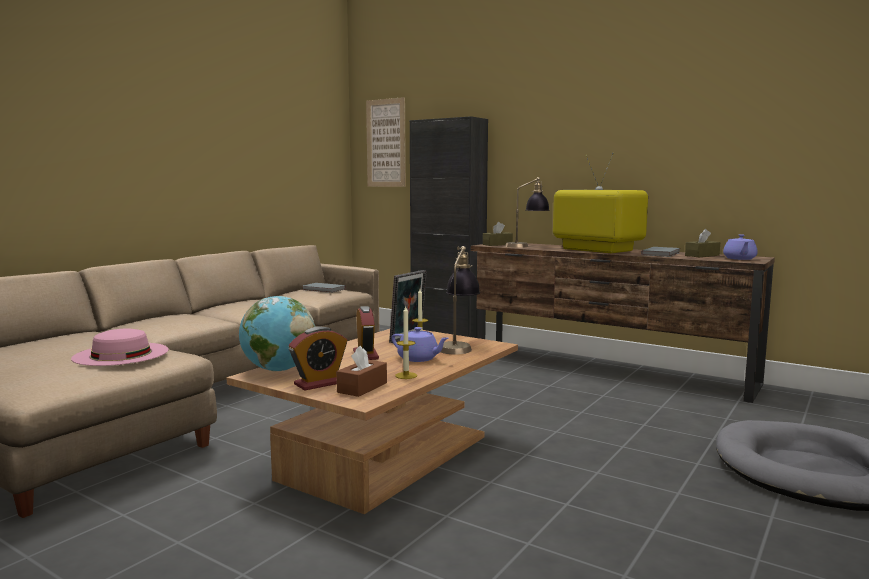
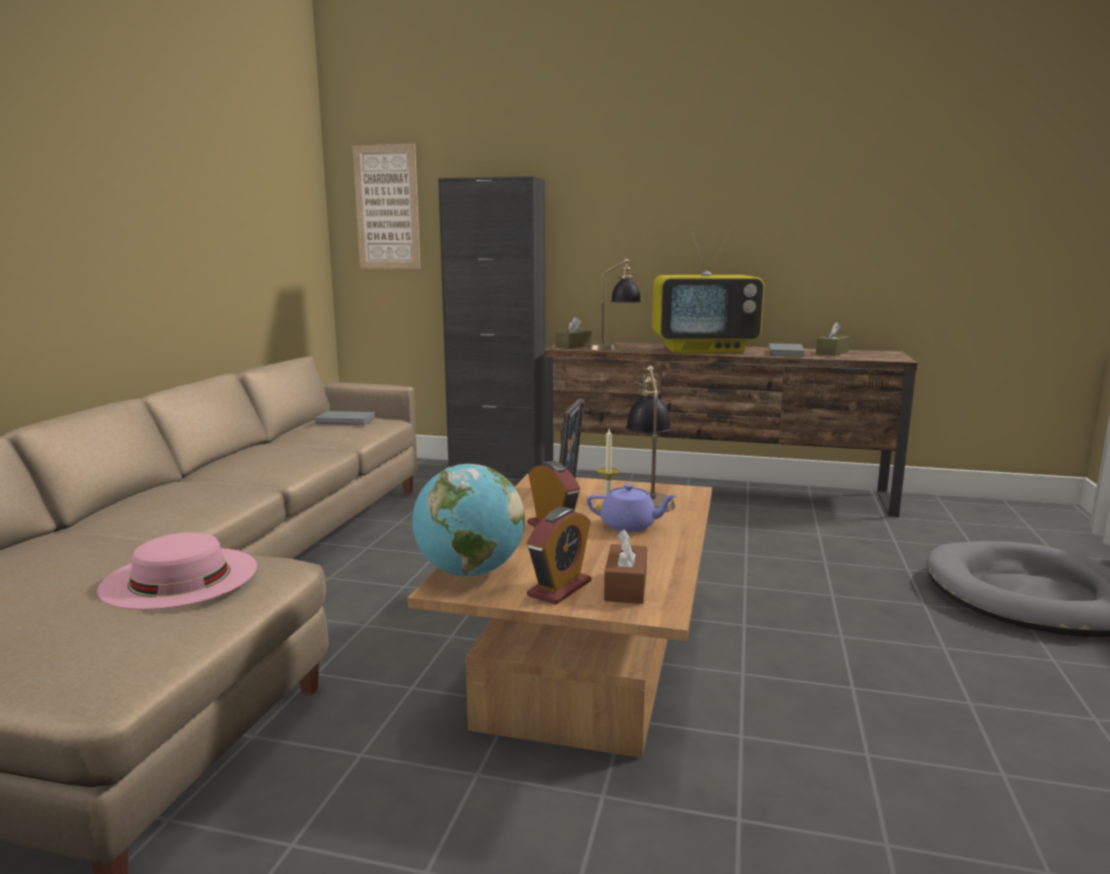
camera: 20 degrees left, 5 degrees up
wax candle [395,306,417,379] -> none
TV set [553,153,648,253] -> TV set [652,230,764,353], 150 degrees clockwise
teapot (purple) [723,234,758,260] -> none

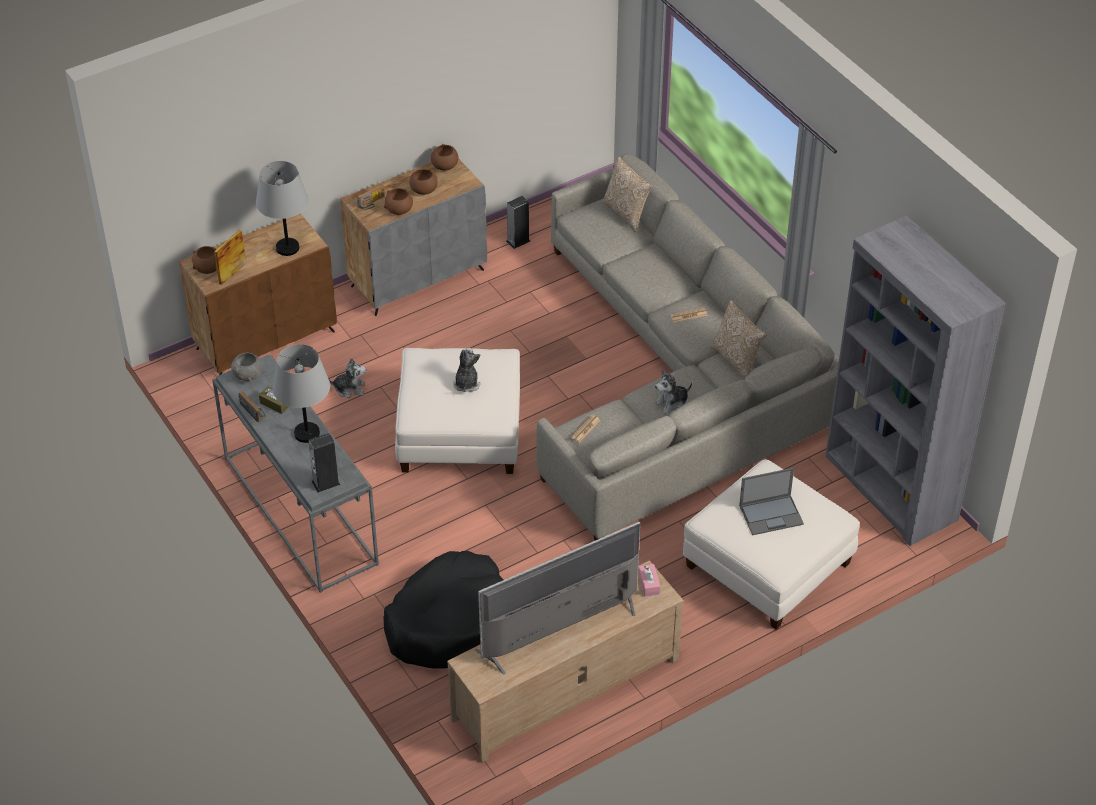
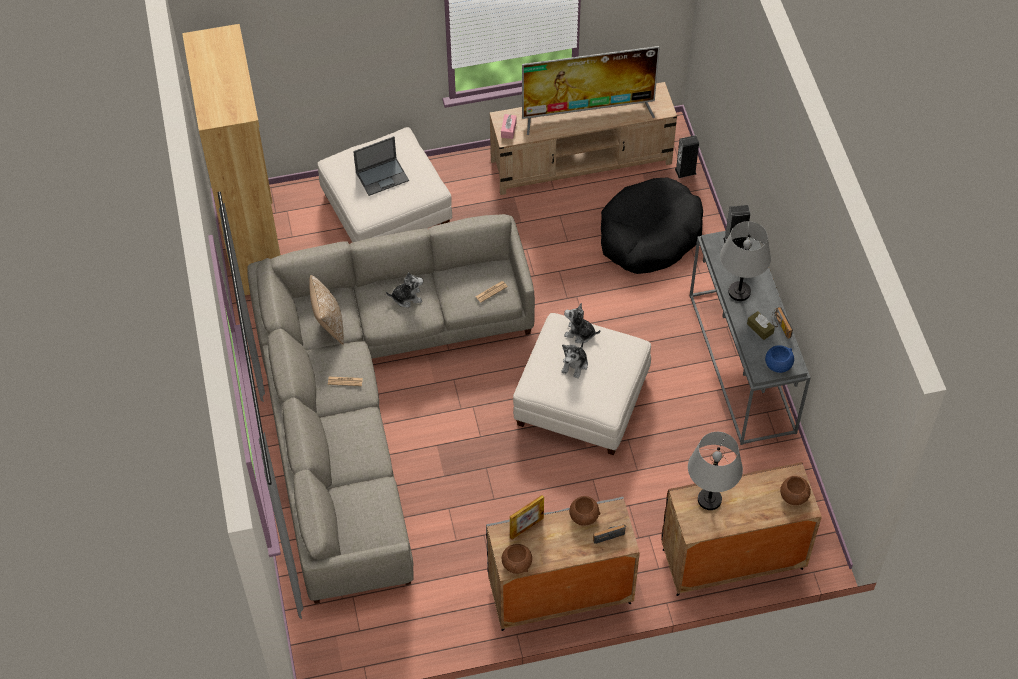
camera: 160 degrees left, 10 degrees up
standing frame [214,230,246,285] -> standing frame [510,495,544,540], moved
serving bowl (greyish) [231,353,262,382] -> serving bowl (blue-coloured) [765,345,794,373]
plush toy [329,358,366,398] -> plush toy [564,303,600,343], moved
serving bowl (brownish) [409,169,438,195] -> none
audio speaker [506,196,530,249] -> audio speaker [675,135,699,178], moved
cushion [602,157,652,232] -> none
portable computer [739,468,804,535] -> portable computer [353,136,409,196], 150 degrees clockwise
bookshelf (greyish) [826,216,1005,546] -> bookshelf (brownish) [182,24,280,295]

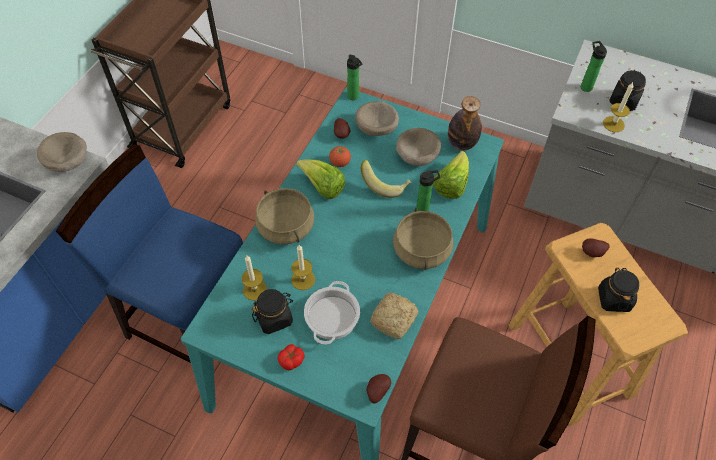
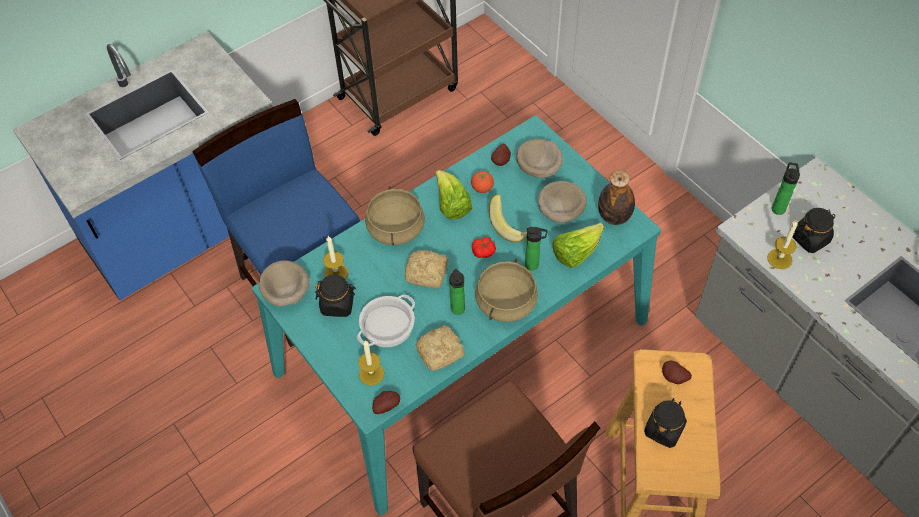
camera: 30 degrees right, 0 degrees up
serving bowl (beige-coloured) [37,132,87,172] -> serving bowl (beige-coloured) [259,260,310,306], moved
fresh tomato [277,344,305,370] -> fresh tomato [472,237,496,258], moved
wax candle [291,245,315,290] -> wax candle [358,340,384,385], moved
bottle [347,55,363,100] -> bottle [449,269,465,315], moved
none -> bread [405,250,448,289]

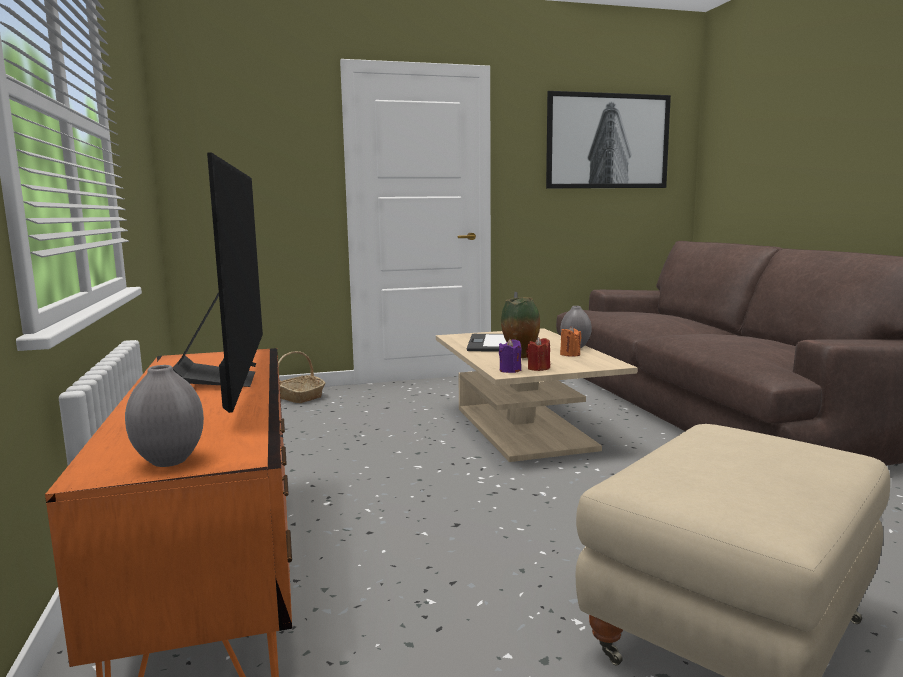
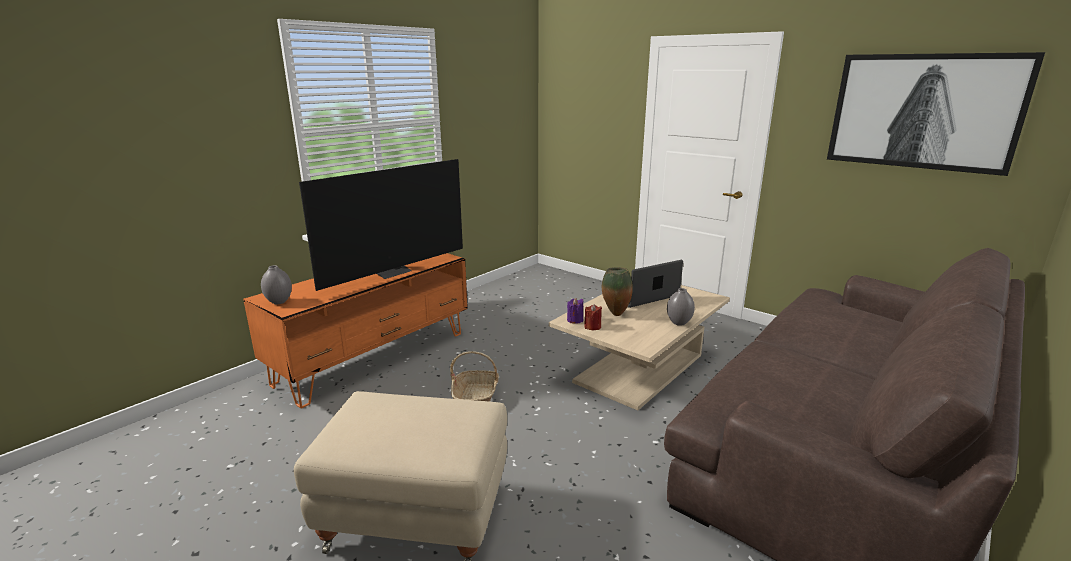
camera: 55 degrees right, 10 degrees up
storage basket [278,351,326,403] -> storage basket [450,352,499,402], moved
wax candle (orange-coloured) [560,326,582,357] -> none

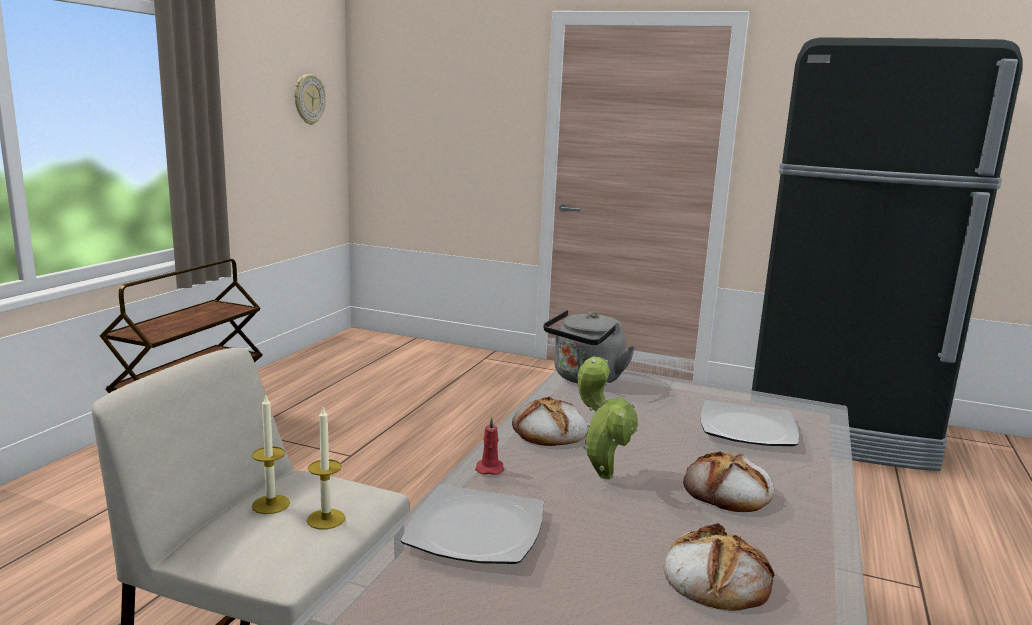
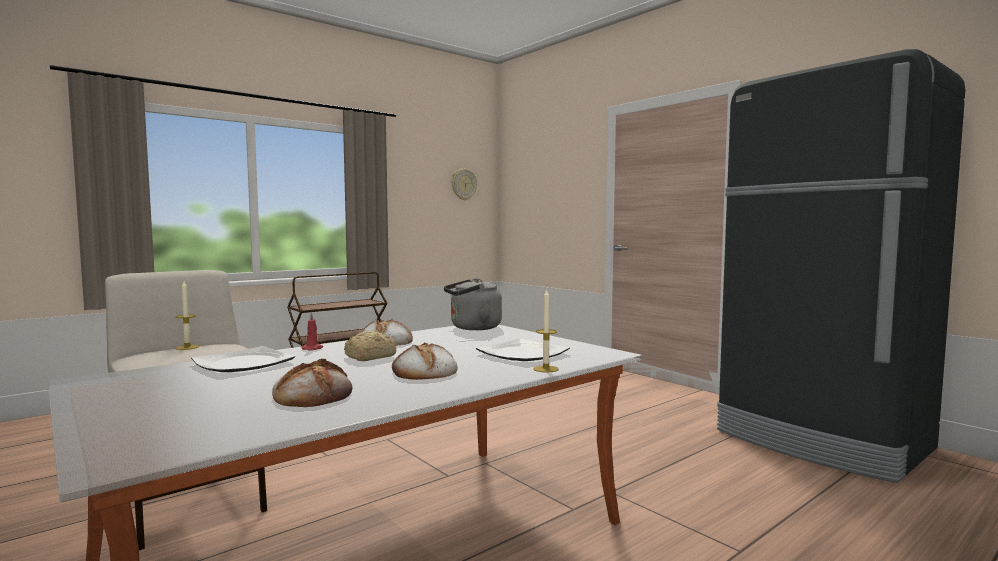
camera: 30 degrees right, 10 degrees down
wax candle [307,407,346,529] -> wax candle [534,290,558,373], moved
plant in a pot [577,357,639,480] -> bread [344,331,397,361]

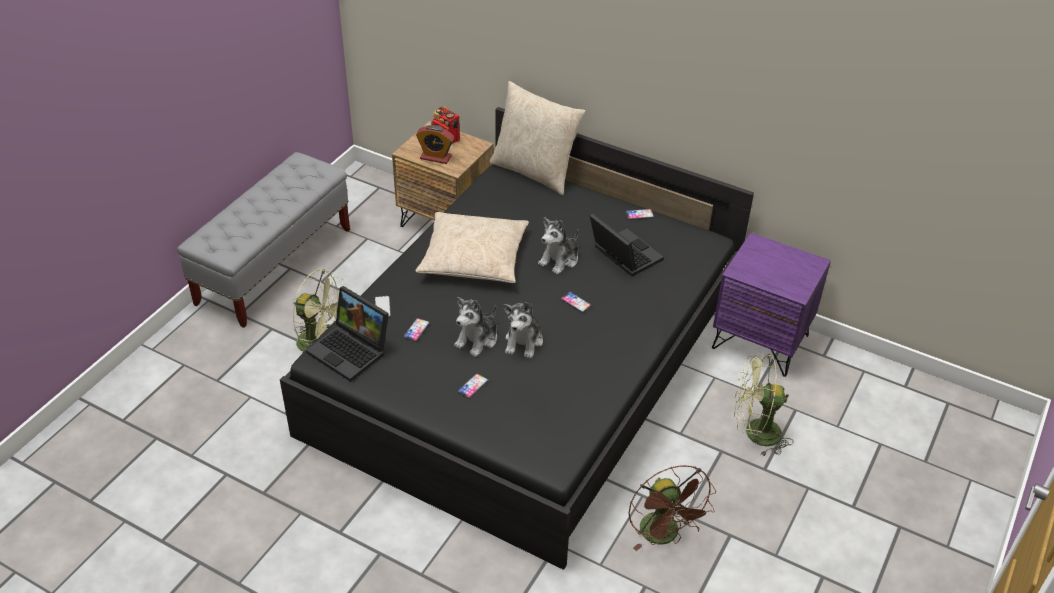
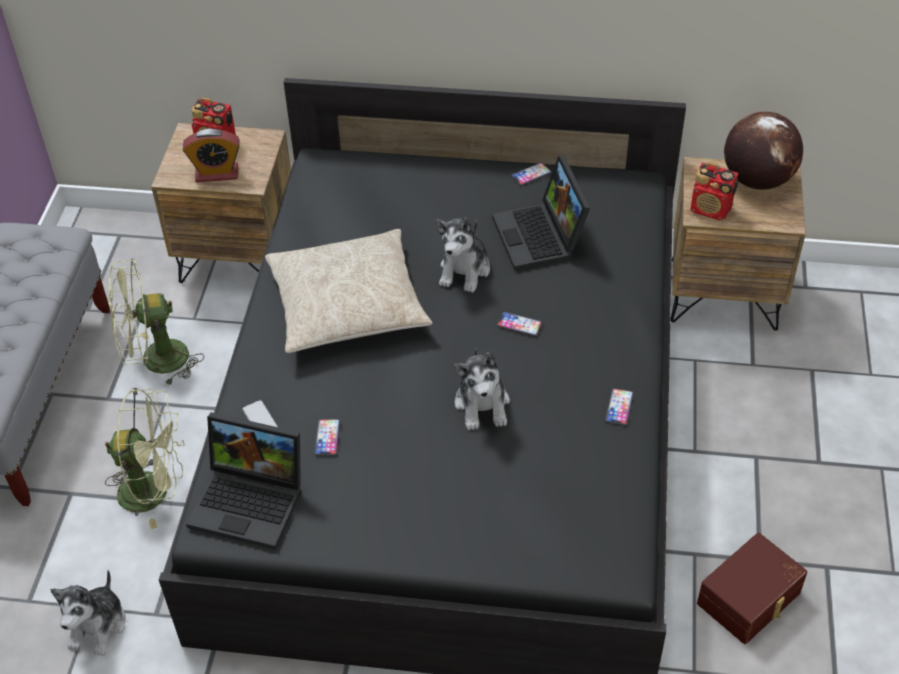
camera: 20 degrees left, 5 degrees up
plush toy [454,297,497,357] -> plush toy [50,570,126,656], moved
telephone [458,373,488,399] -> telephone [605,388,634,426], moved
cushion (beige-coloured) [489,81,585,195] -> none
portable computer [590,213,664,276] -> portable computer [492,156,590,271], 135 degrees counterclockwise
electric fan (brownish) [628,465,716,551] -> storage container (brownish) [697,533,807,644]
bedside table (purple) [712,232,831,377] -> bedside table (brownish) [671,157,806,331]
electric fan (green) [734,353,793,457] -> electric fan (green) [109,259,204,386], moved
none -> radio [690,162,738,221]
none -> desk globe [724,111,803,190]

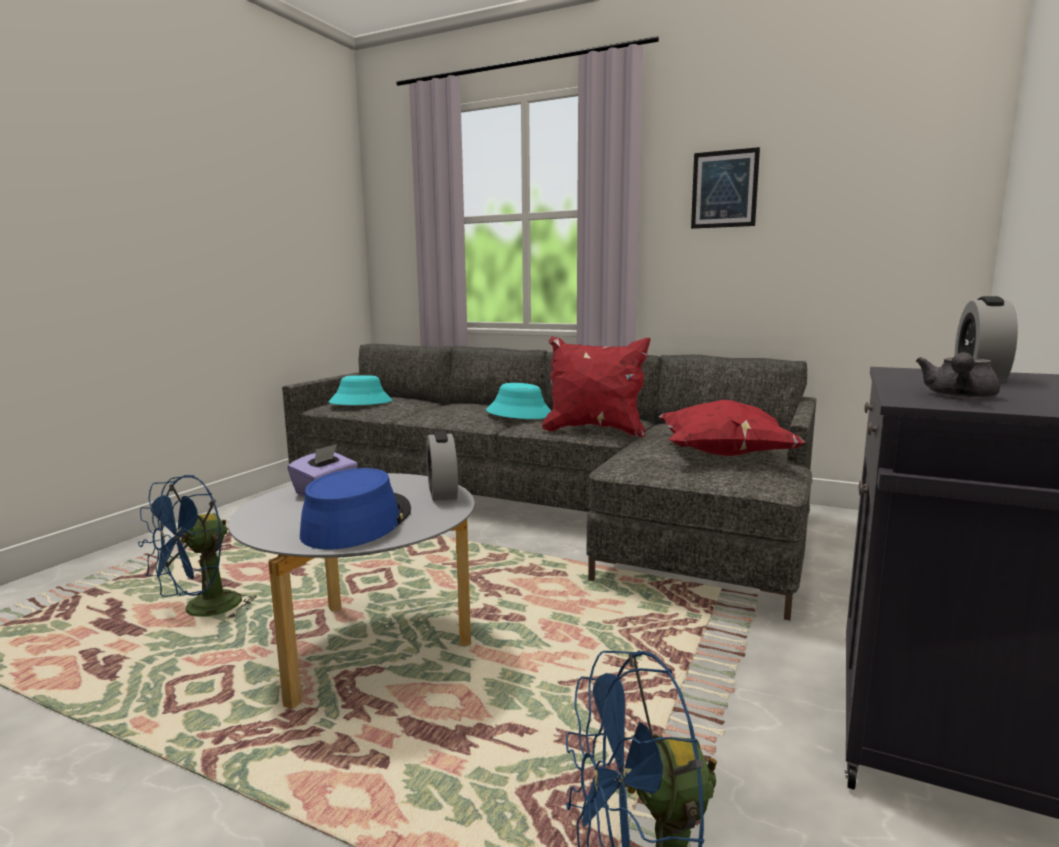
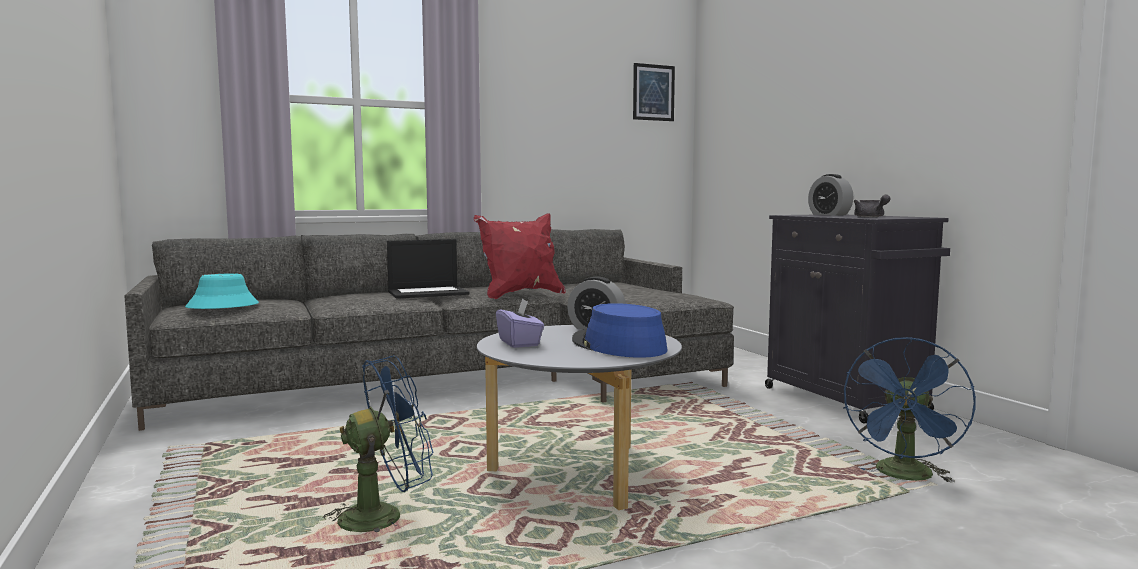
camera: 50 degrees left, 5 degrees down
electric fan (blue-coloured) [138,475,260,619] -> electric fan (blue-coloured) [316,355,433,532], 105 degrees counterclockwise
hat (turquoise) [486,383,551,419] -> portable computer [387,239,470,299]
cushion (reddish) [658,400,805,456] -> none
wall picture [691,147,760,229] -> wall picture [633,63,675,121], moved

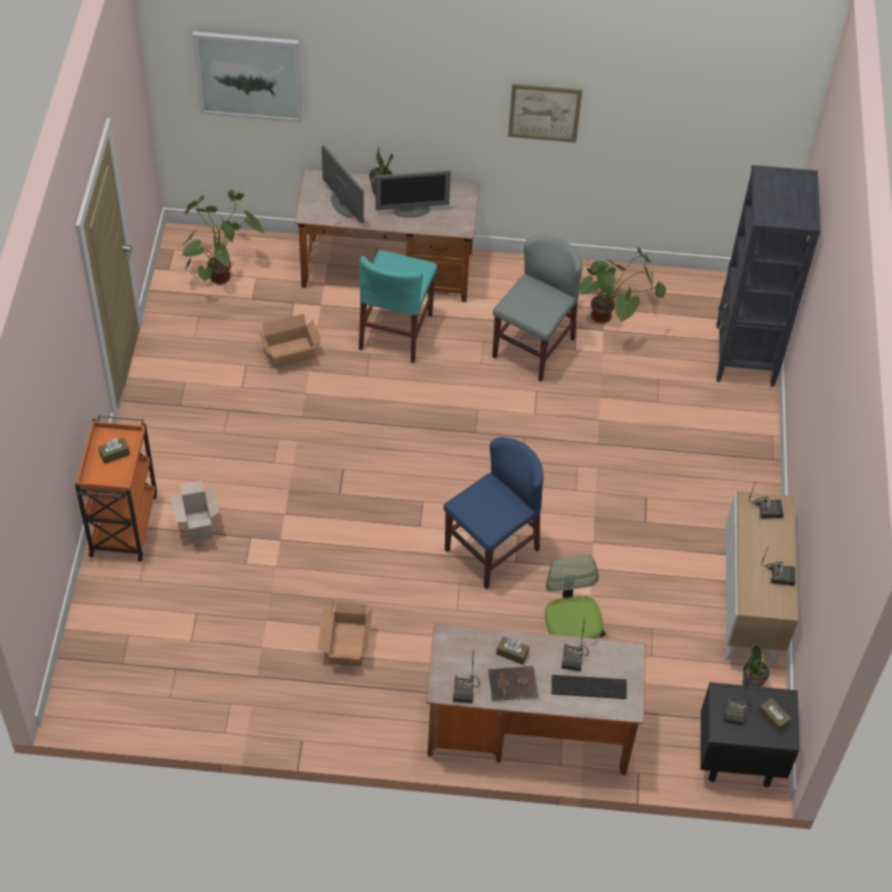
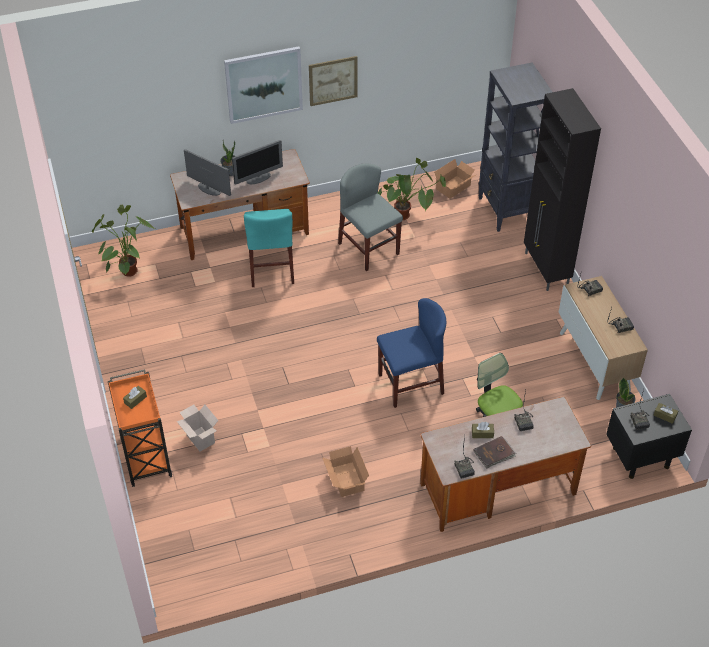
camera: 20 degrees left, 5 degrees down
wall picture [192,31,302,123] -> wall picture [224,46,303,124], moved
packing box [259,314,321,368] -> packing box [434,159,476,199], moved
plain chair (blue-coloured) [443,437,543,589] -> plain chair (blue-coloured) [377,298,446,408], 45 degrees clockwise
plain chair (greyish) [492,236,582,381] -> plain chair (greyish) [338,164,403,271], 45 degrees counterclockwise
keyboard [551,675,627,699] -> none
none -> cabinet (black) [524,88,601,291]

